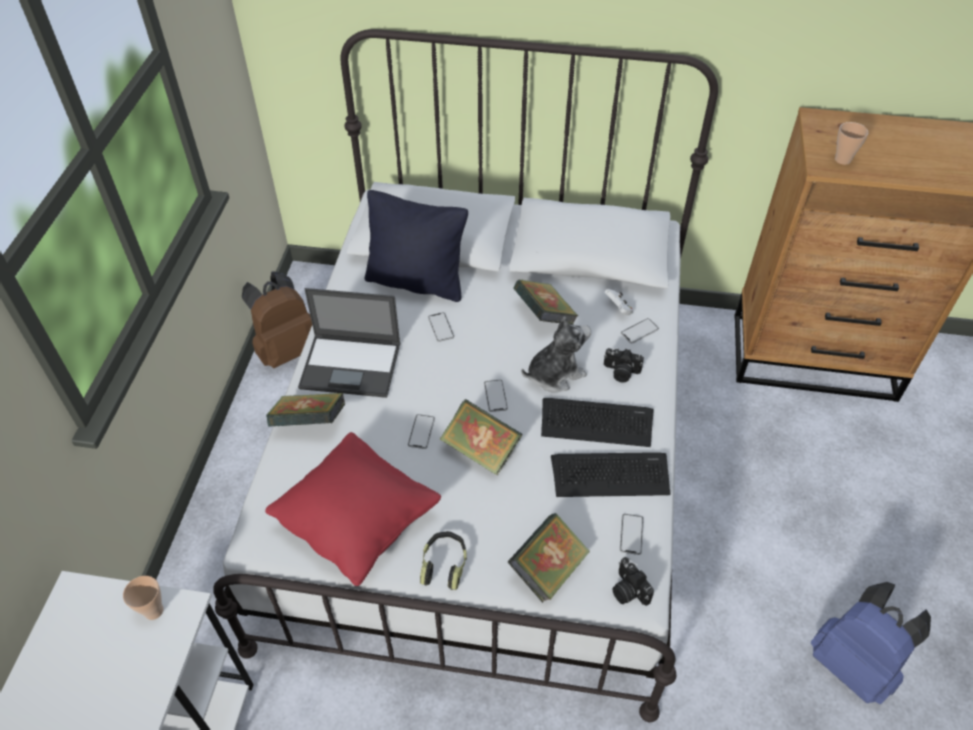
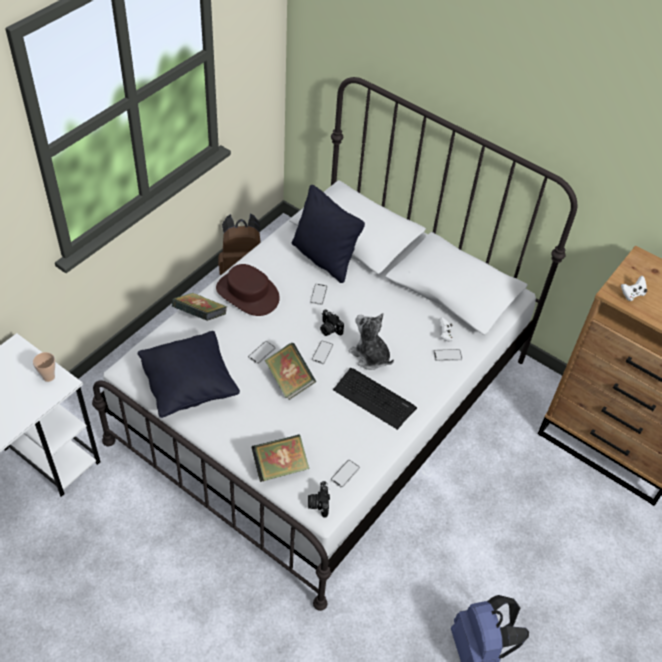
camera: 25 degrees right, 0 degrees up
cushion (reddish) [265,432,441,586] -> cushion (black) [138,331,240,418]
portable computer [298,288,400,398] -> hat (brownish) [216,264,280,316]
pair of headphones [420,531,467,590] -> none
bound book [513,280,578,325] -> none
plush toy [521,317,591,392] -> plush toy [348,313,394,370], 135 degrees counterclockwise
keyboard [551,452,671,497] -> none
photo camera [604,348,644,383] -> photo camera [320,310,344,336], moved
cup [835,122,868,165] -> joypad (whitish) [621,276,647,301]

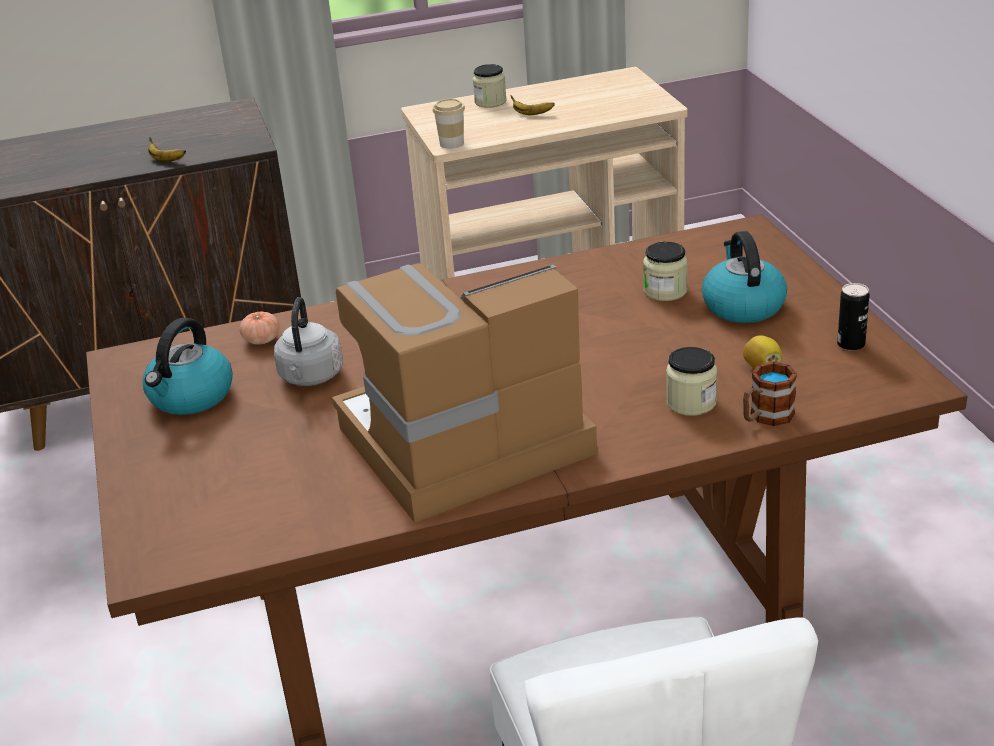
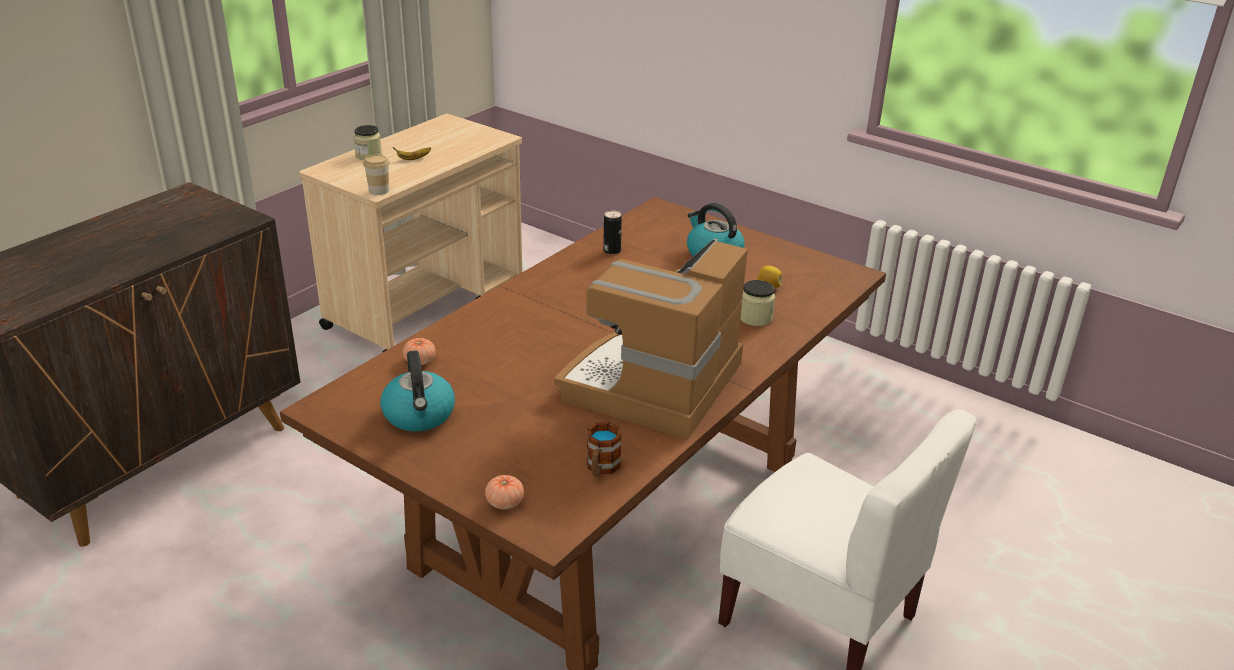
camera: 40 degrees left, 0 degrees up
banana [148,137,186,161] -> none
water kettle (greyish) [274,297,343,386] -> none
preserve jar [643,241,688,301] -> none
tea mug [743,361,797,426] -> tea mug [587,422,622,477], moved
sealed can [837,283,870,351] -> sealed can [603,210,622,255], moved
none -> fresh tomato [485,475,524,509]

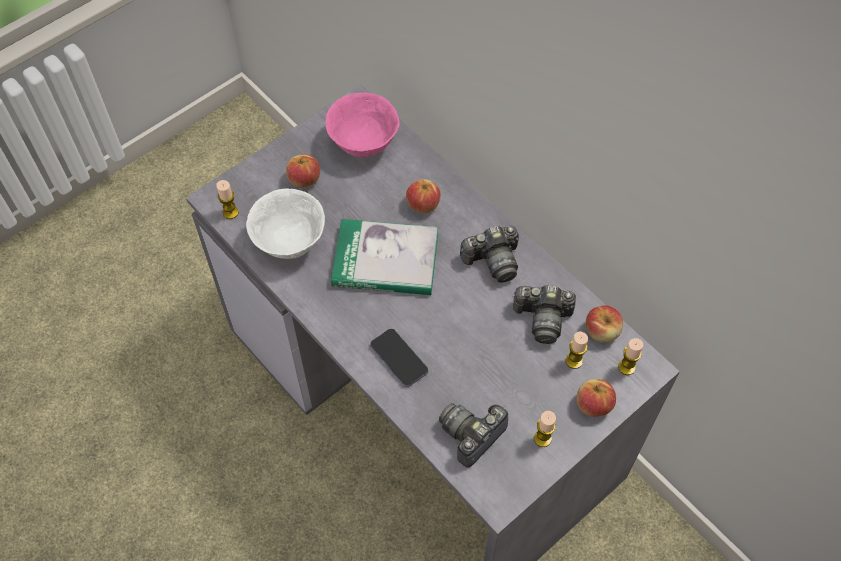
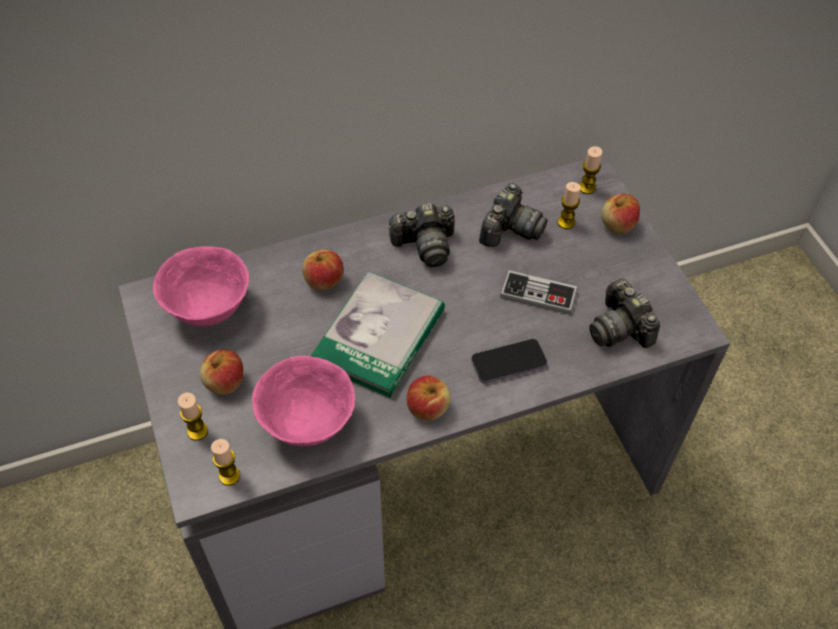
camera: 70 degrees left, 5 degrees down
serving bowl (whitish) [246,189,325,259] -> serving bowl (pink) [252,356,355,446]
photo camera [460,225,519,283] -> photo camera [388,203,455,267], 75 degrees clockwise
wax candle [534,411,556,447] -> wax candle [178,392,208,441], moved
whole apple [586,306,623,342] -> whole apple [407,375,451,420], moved
none -> joypad [500,270,578,315]

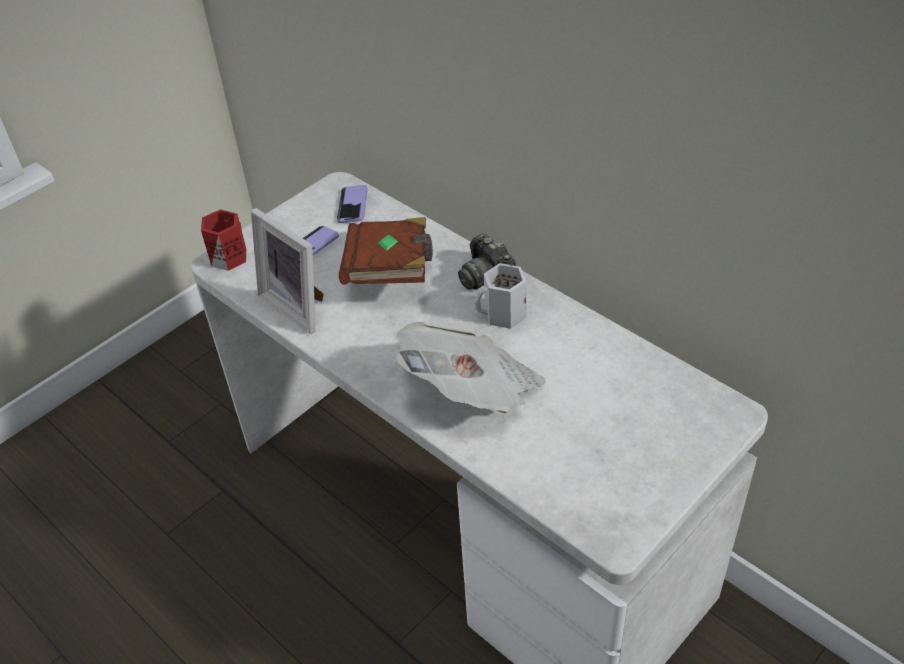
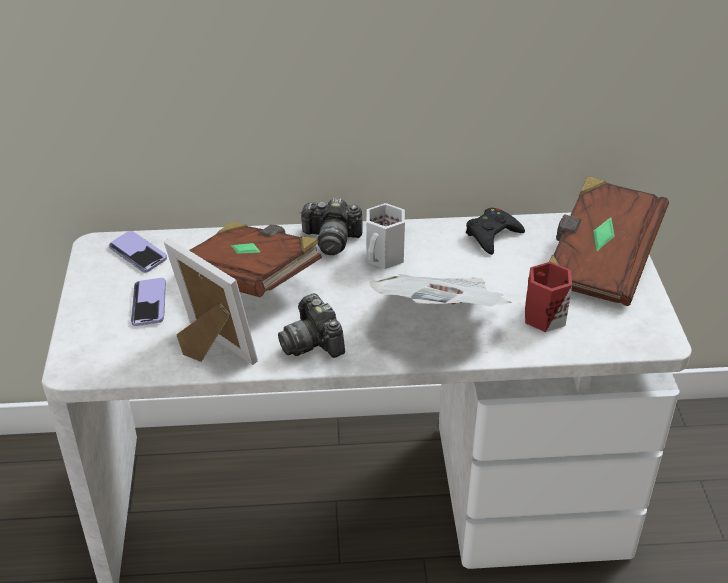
camera: 50 degrees left, 5 degrees down
tea mug (reddish) [201,209,246,271] -> tea mug (reddish) [525,262,572,332], moved
standing frame [251,208,324,334] -> standing frame [164,239,258,365], 135 degrees counterclockwise
none -> photo camera [278,293,345,358]
none -> joypad (black) [466,208,525,255]
none -> bound book (brownish) [549,176,669,306]

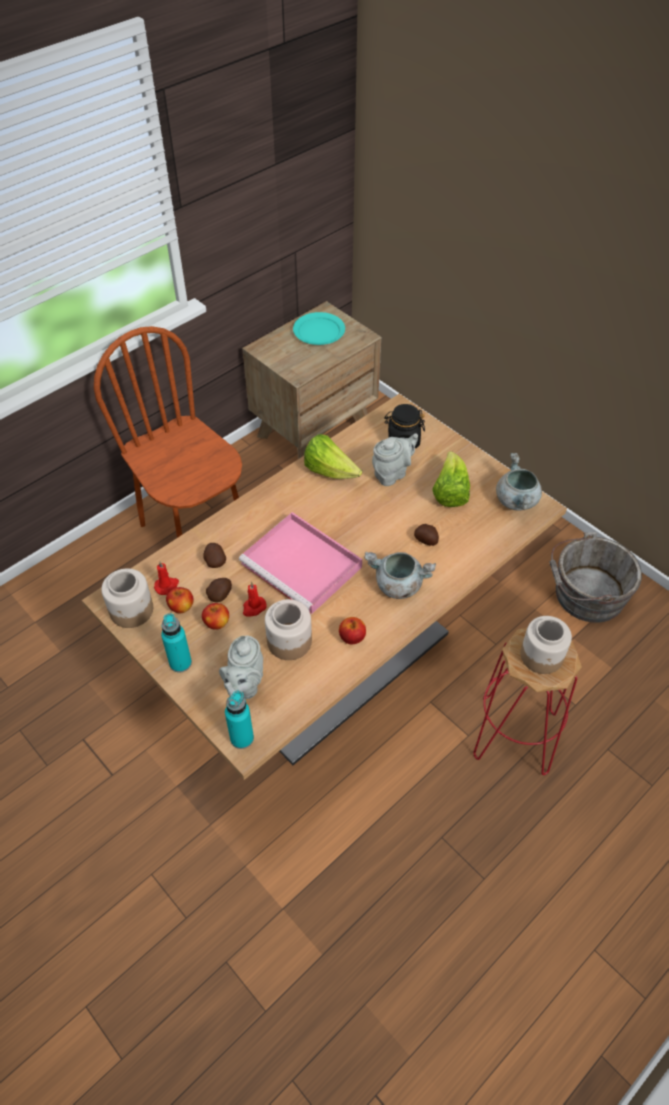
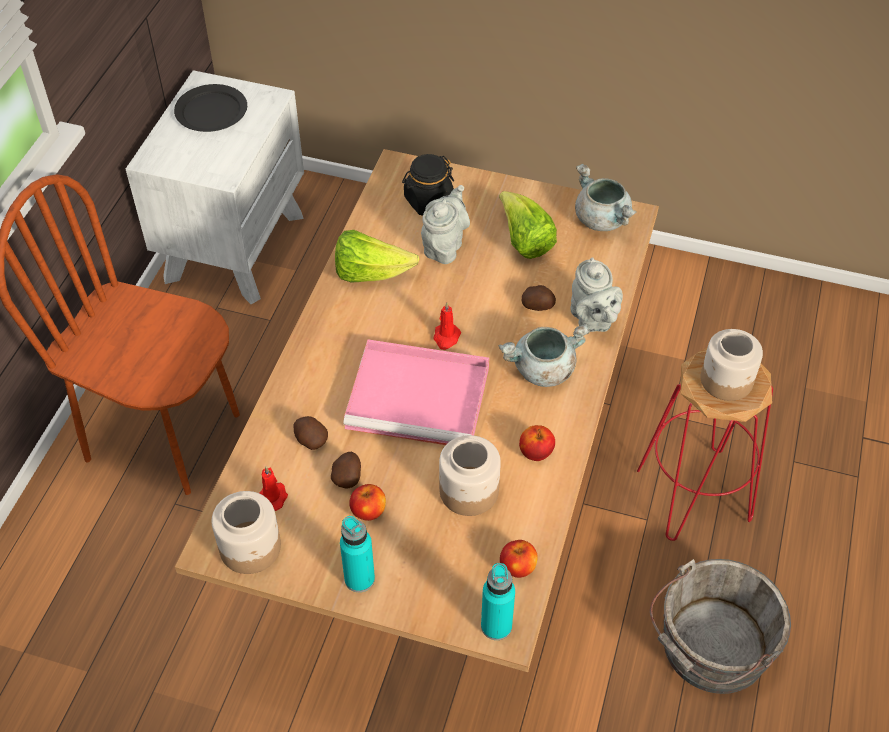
camera: 30 degrees left, 0 degrees up
whole apple [166,587,194,613] -> whole apple [500,540,538,578], moved
teapot (greyish) [219,636,263,699] -> teapot (greyish) [570,257,623,332], moved
bedside table (brownish) [242,301,381,459] -> bedside table (whitish) [126,70,304,304]
wax candle (reddish) [243,582,267,617] -> wax candle (reddish) [434,302,461,350], moved
dinner plate (turquoise) [293,312,345,345] -> dinner plate (black) [174,84,247,132]
water bucket (greyish) [549,532,642,623] -> water bucket (greyish) [650,559,791,694], moved

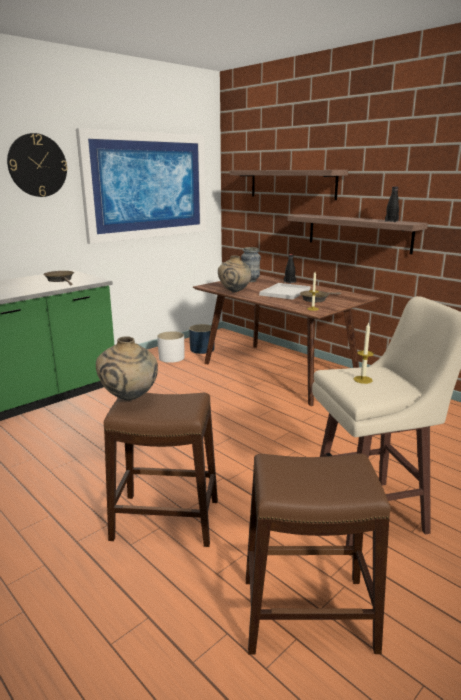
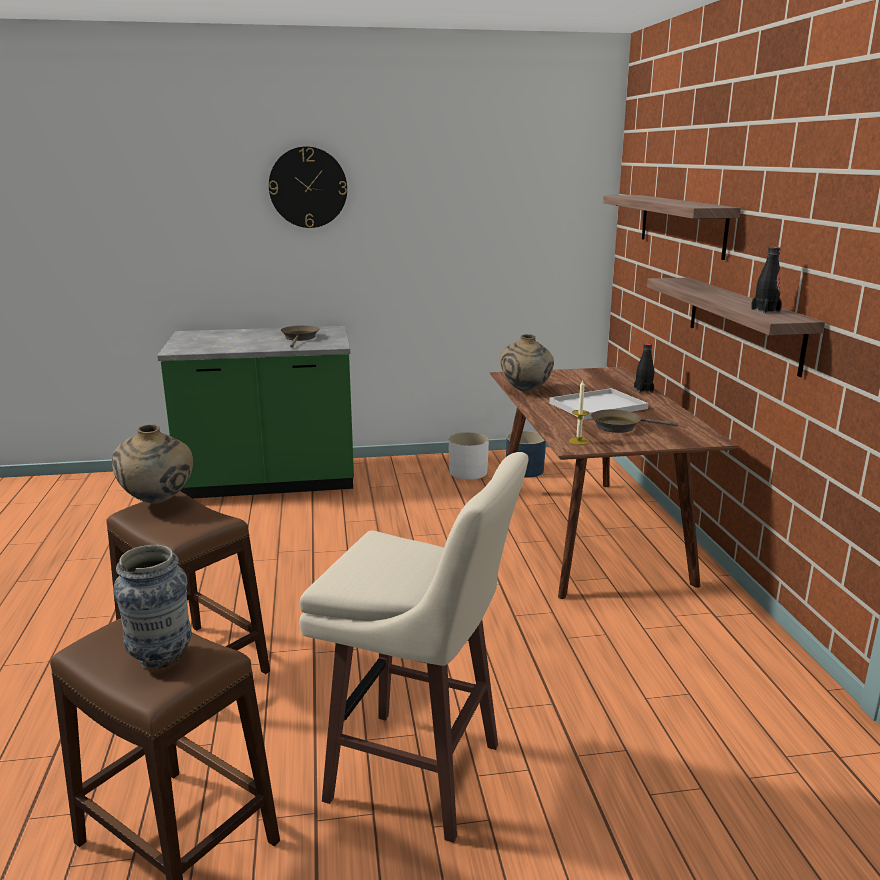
camera: 35 degrees right, 0 degrees up
wall picture [76,128,206,244] -> none
flower vase [241,247,261,282] -> flower vase [113,545,191,669], moved
wax candle [354,322,374,384] -> none

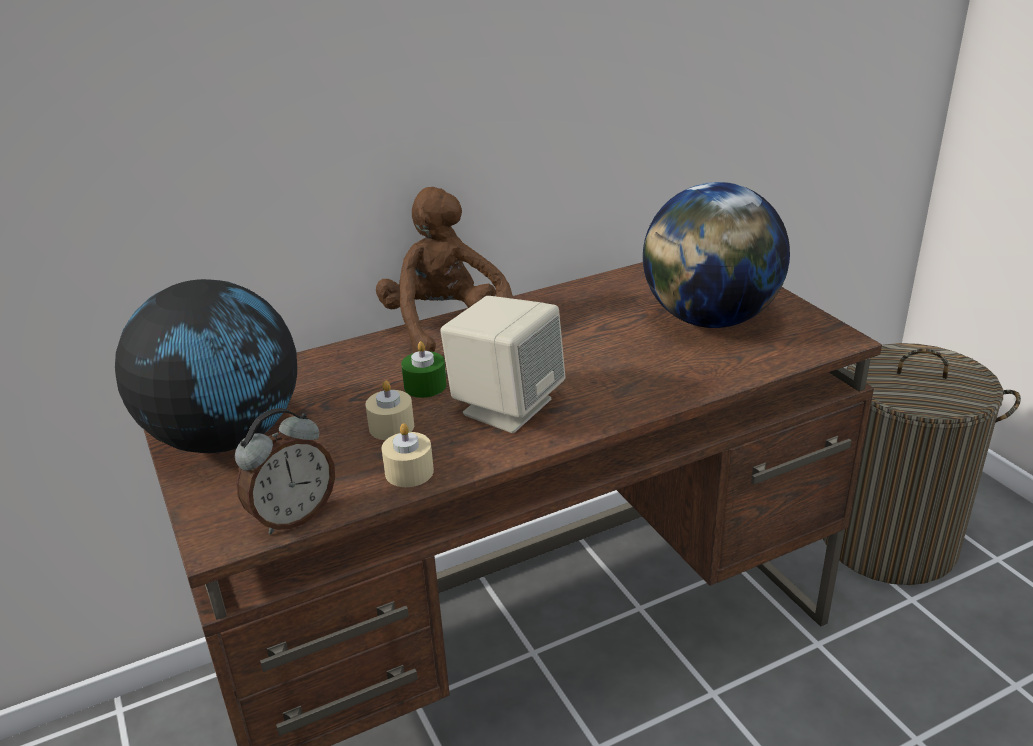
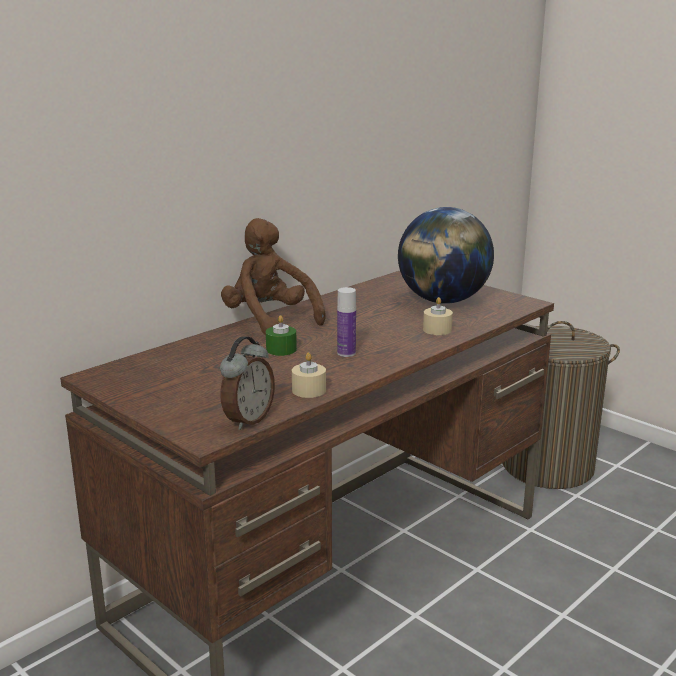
camera: 20 degrees left, 10 degrees down
desk globe [115,279,297,453] -> none
wax candle (beige-coloured) [366,381,414,440] -> wax candle (beige-coloured) [423,297,453,335], moved
audio speaker (beige-coloured) [440,296,565,433] -> bottle [337,287,356,357]

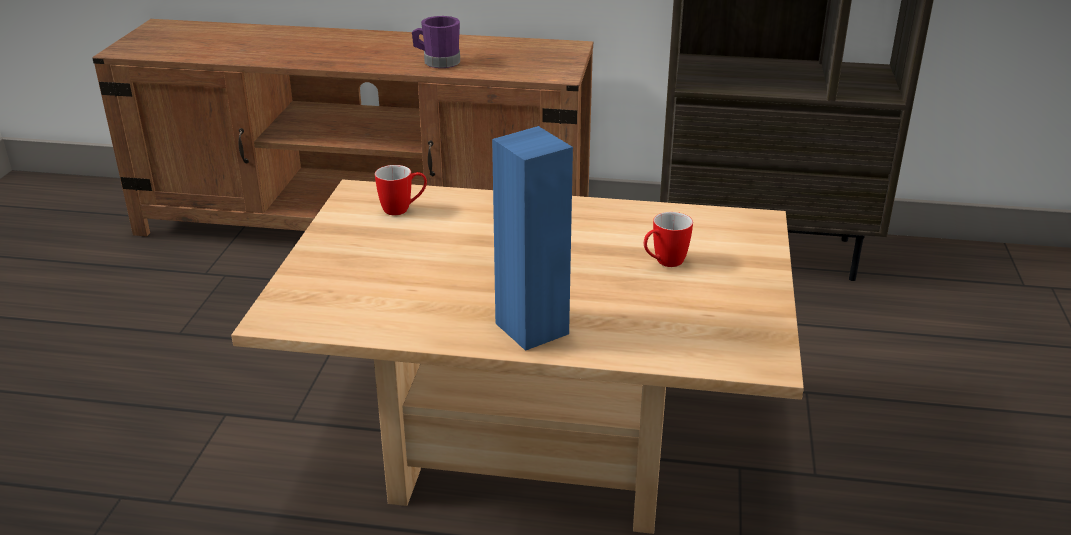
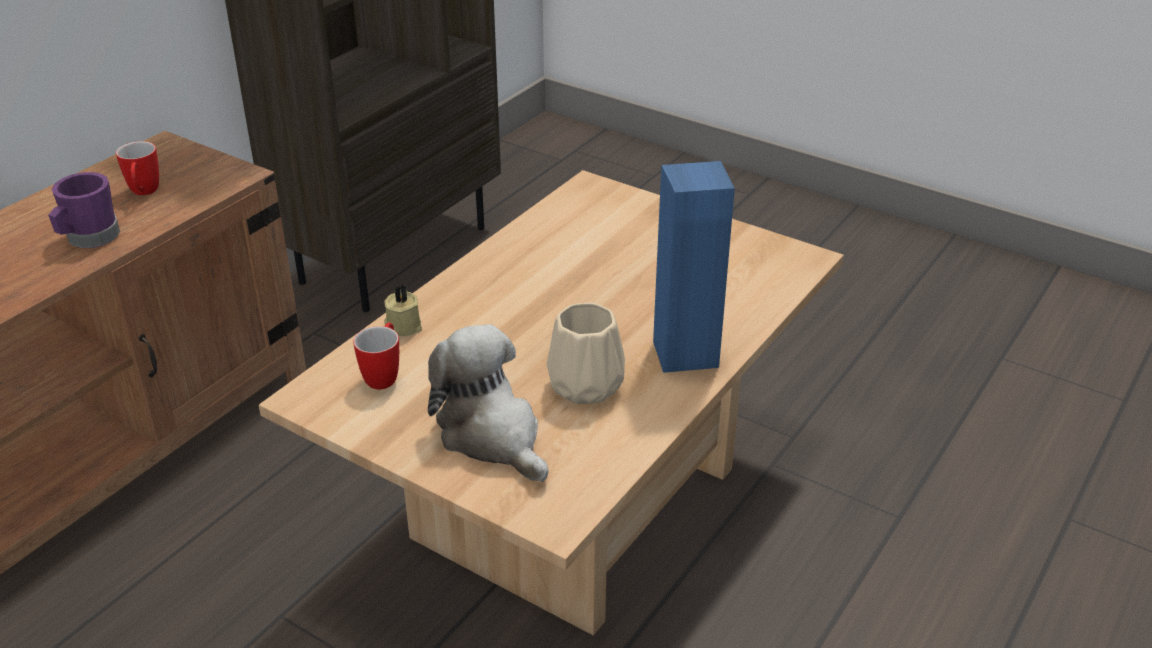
camera: 65 degrees left, 5 degrees up
tea mug [644,212,693,267] -> tea mug [116,141,159,195], moved
none -> wax candle (beige-coloured) [384,285,422,336]
none -> plush toy [428,324,548,482]
none -> flower vase (beige-coloured) [547,303,625,404]

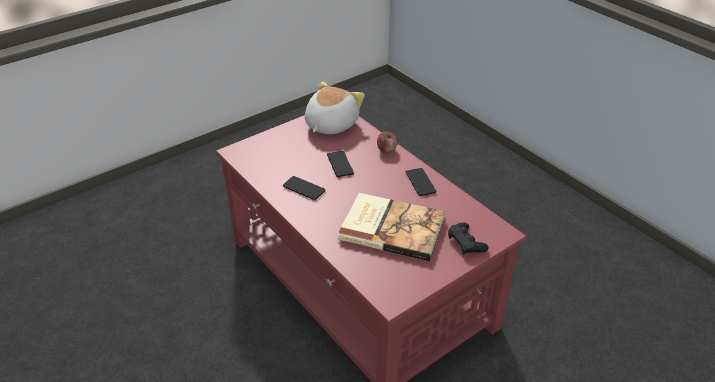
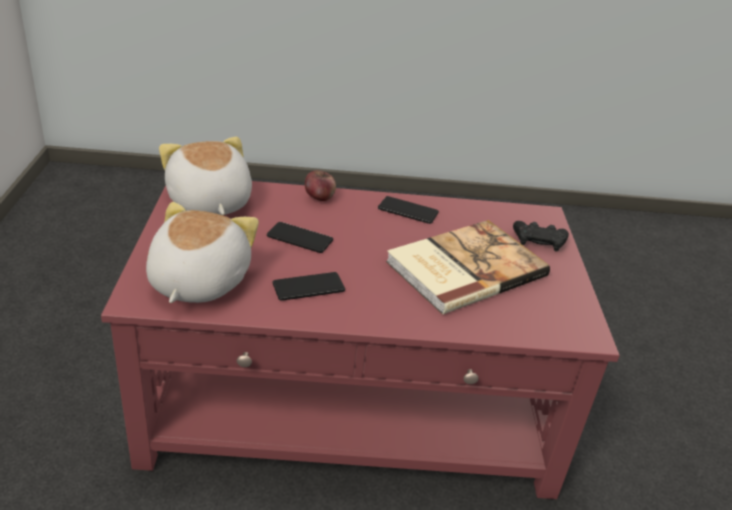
camera: 55 degrees left, 5 degrees down
none -> plush toy [146,202,259,303]

